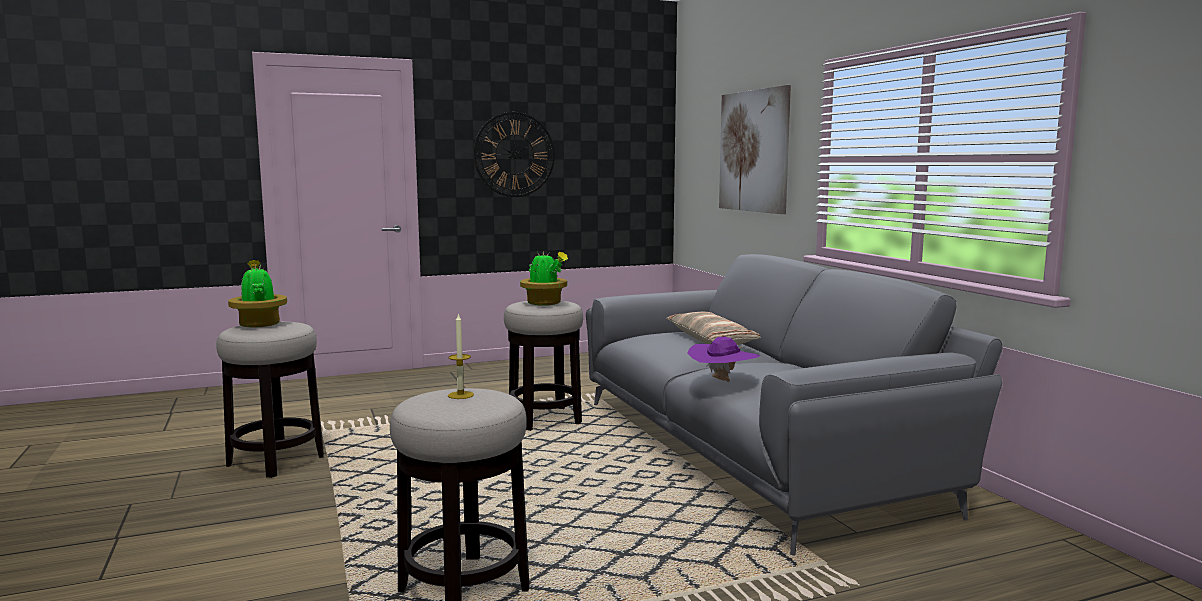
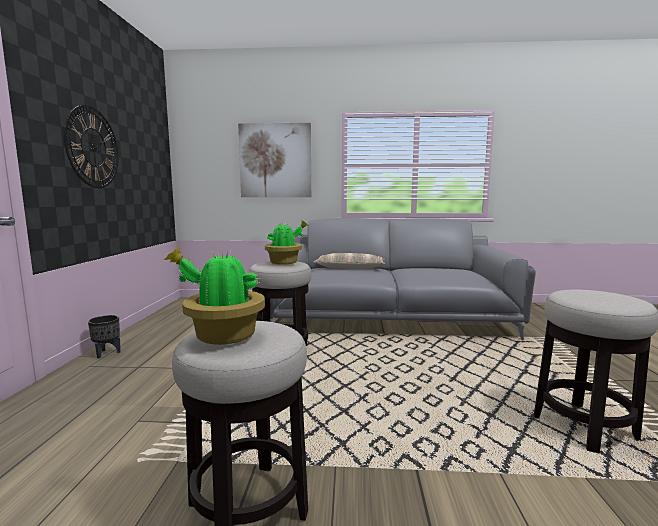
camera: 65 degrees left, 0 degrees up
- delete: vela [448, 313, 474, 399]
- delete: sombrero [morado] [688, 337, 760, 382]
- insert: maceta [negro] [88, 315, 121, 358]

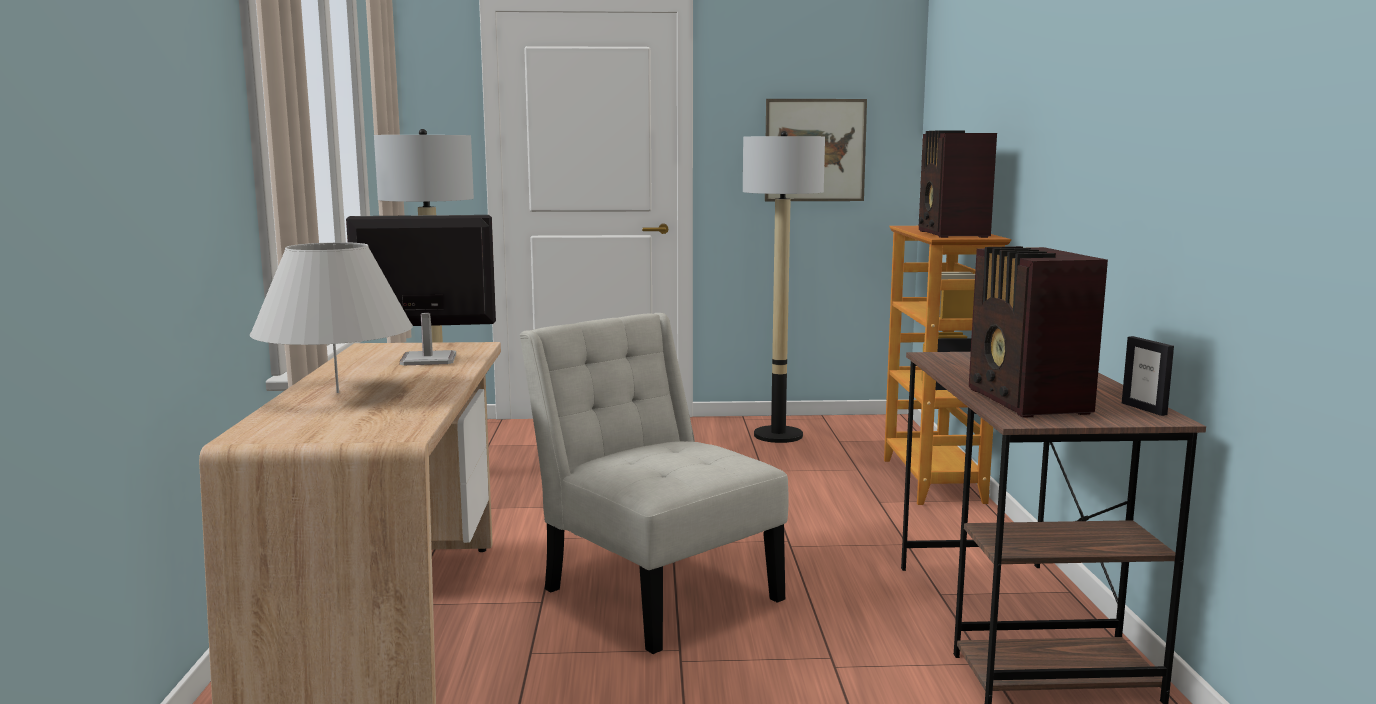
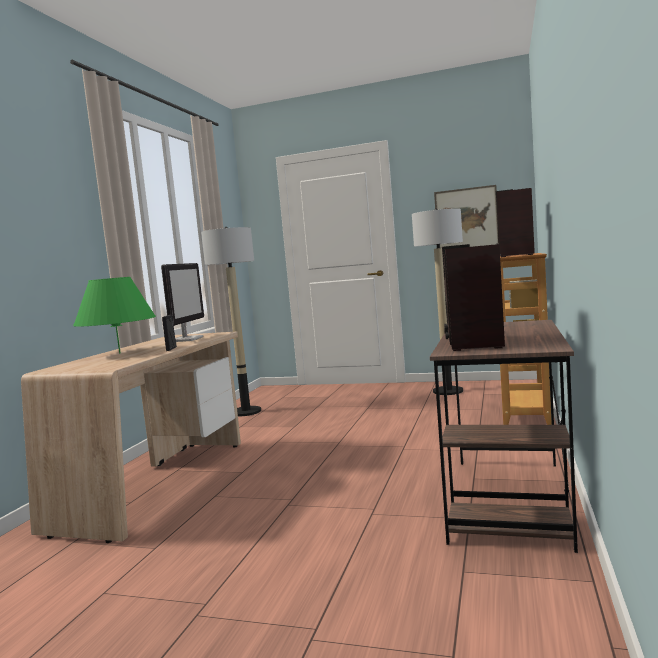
camera: 20 degrees right, 5 degrees down
- recolor: lámpara de mesa [blanco] [250, 242, 413, 393] to lámpara de mesa [verde] [73, 277, 156, 353]
- rotate: monitor [346, 215, 496, 365] = [161, 263, 204, 342] 90 degrees clockwise
- delete: silla [blanco] [520, 313, 789, 654]
- move: portarretratos [1122, 336, 1174, 416] to [162, 315, 177, 351]

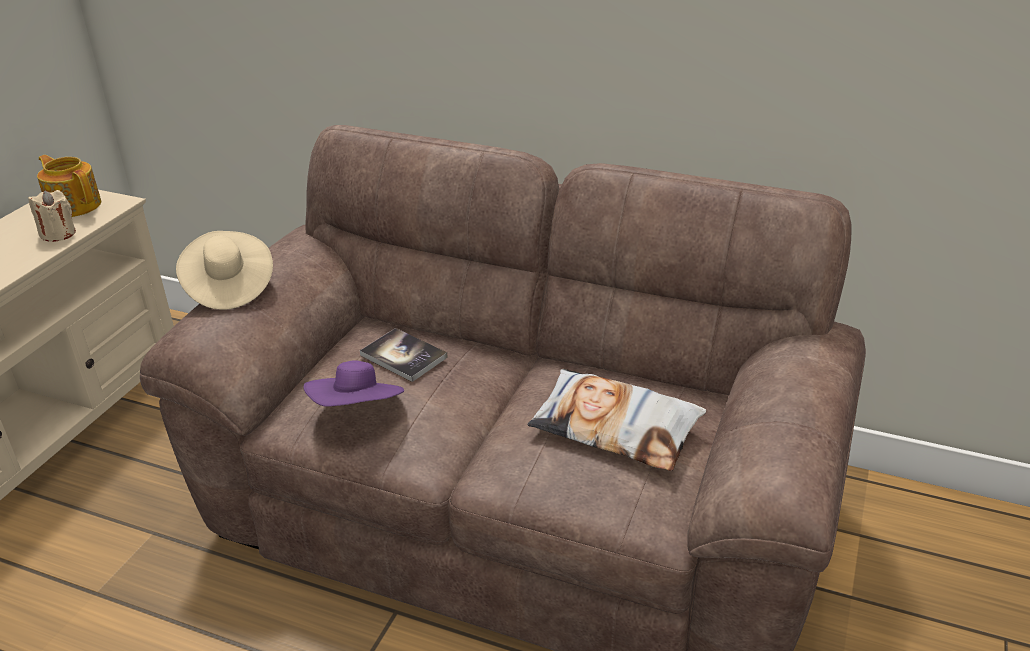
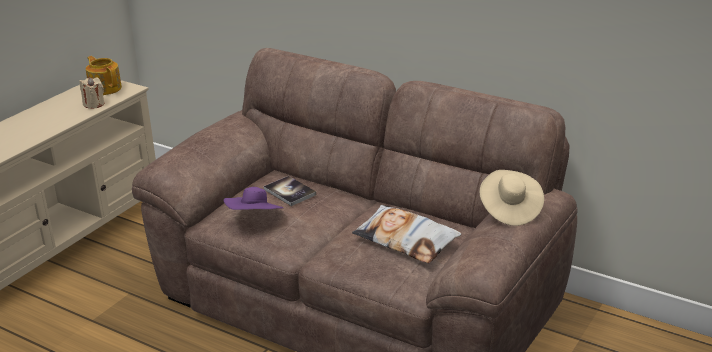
camera: 10 degrees right, 5 degrees down
- move: sombrero [beis] [176, 231, 273, 310] to [480, 170, 544, 226]

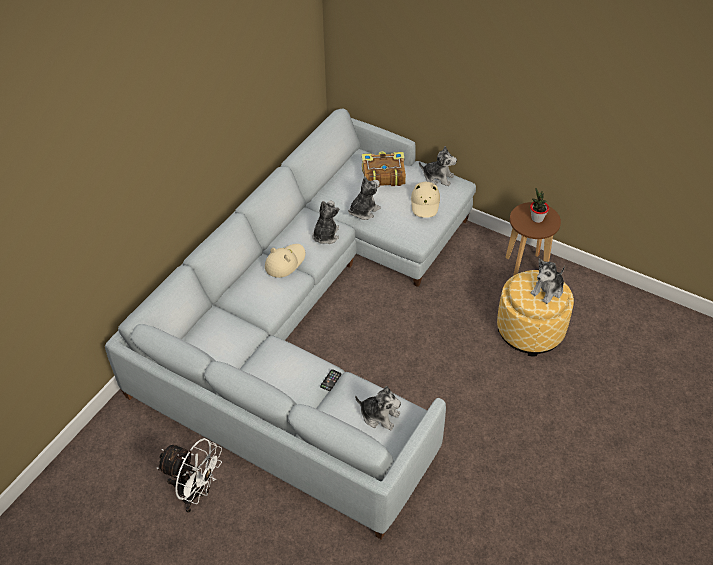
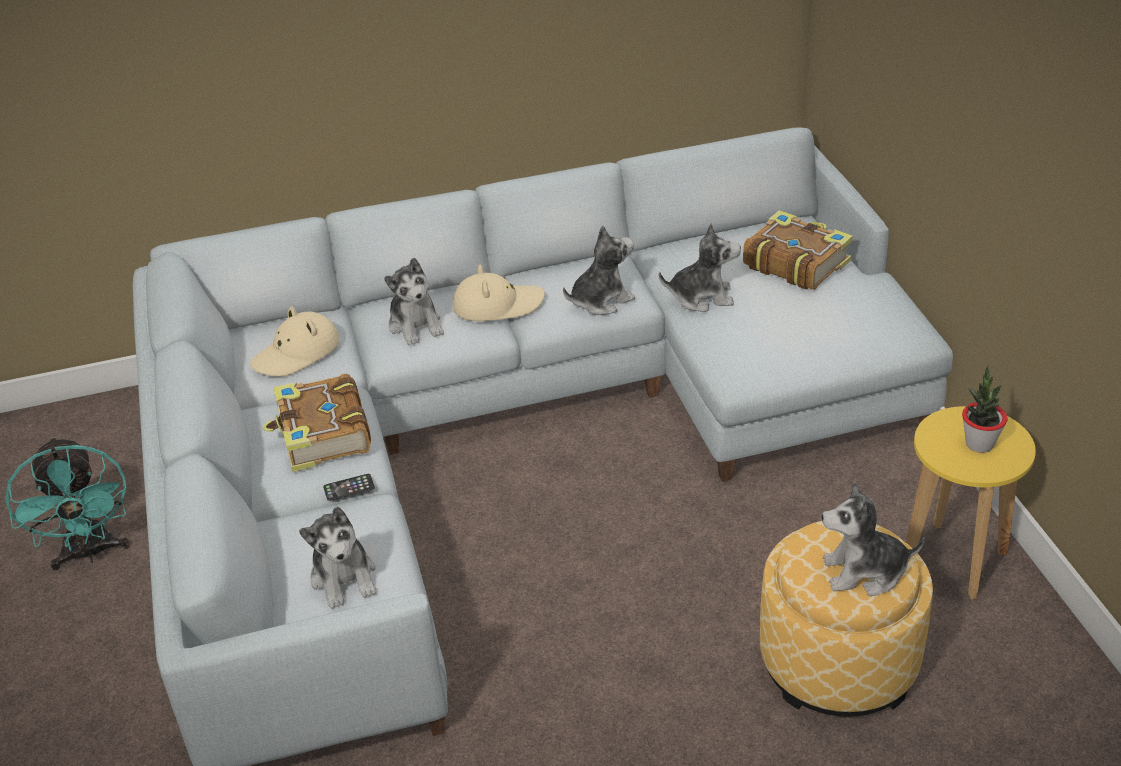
camera: 45 degrees right, 10 degrees down
- recolor: ventilador [blanco] [157, 438, 222, 513] to ventilador [turquesa] [5, 437, 130, 570]
- move: sombrero [beis] [411, 182, 440, 218] to [250, 307, 340, 377]
- move: peluche [419, 146, 457, 186] to [384, 258, 444, 346]
- recolor: taburete [marrón] [505, 202, 561, 276] to taburete [amarillo] [906, 406, 1036, 600]
- insert: libro [263, 373, 371, 472]

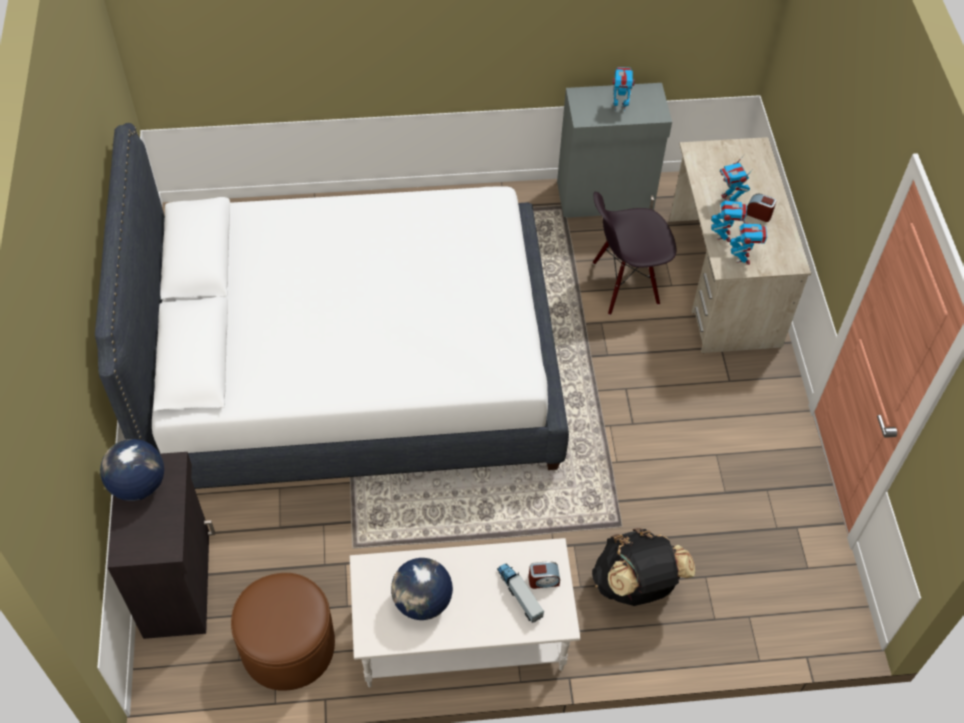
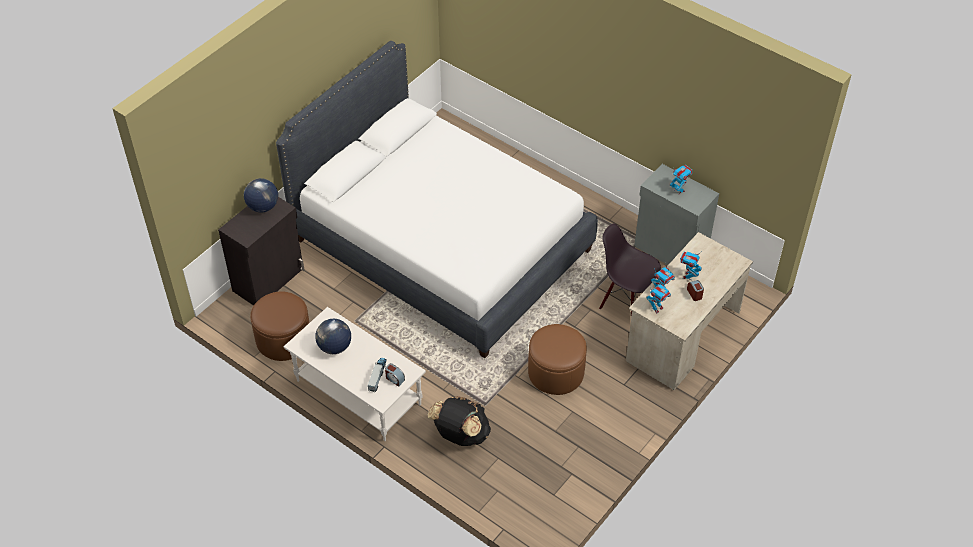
camera: 45 degrees right, 5 degrees down
- insert: puf [marrón] [528, 324, 587, 395]

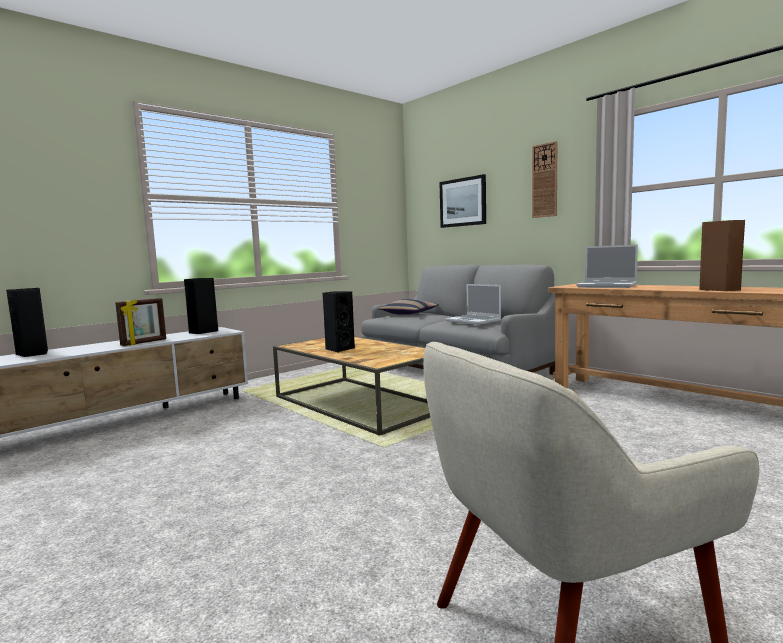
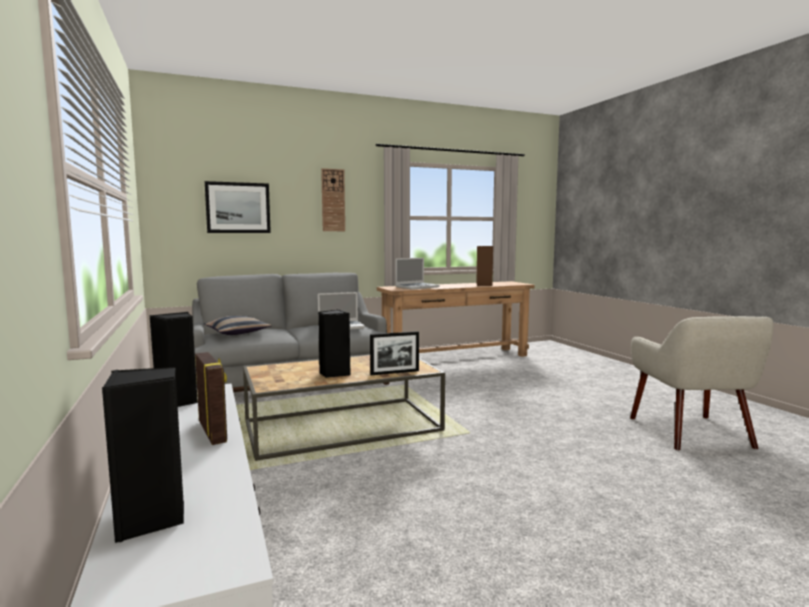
camera: 70 degrees left, 0 degrees up
- insert: portarretratos [370, 331, 419, 375]

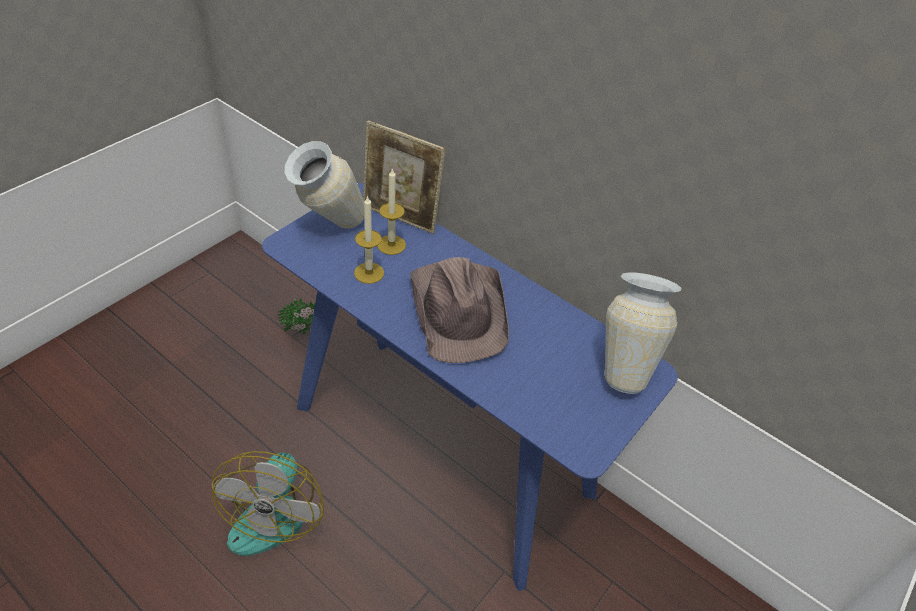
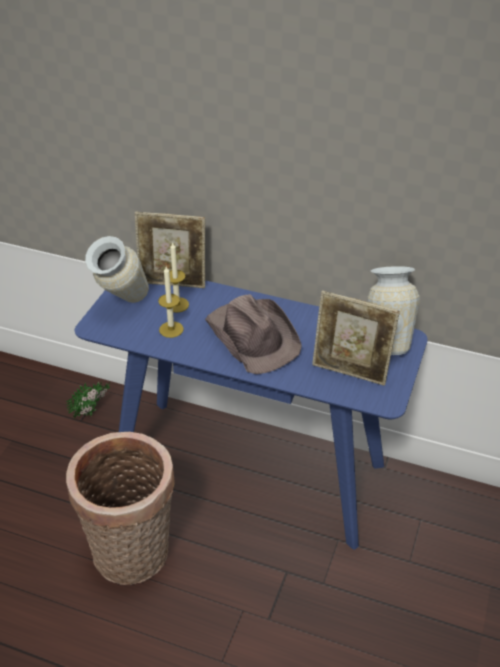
camera: 15 degrees left, 5 degrees down
- replace: ventilador [212, 451, 324, 556] to cesta [66, 432, 175, 585]
- insert: portarretratos [312, 290, 400, 386]

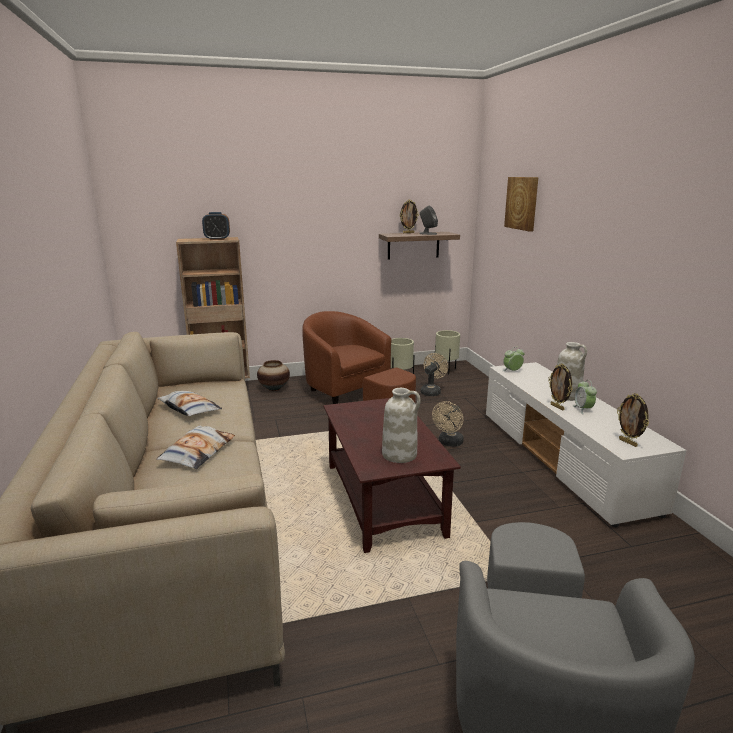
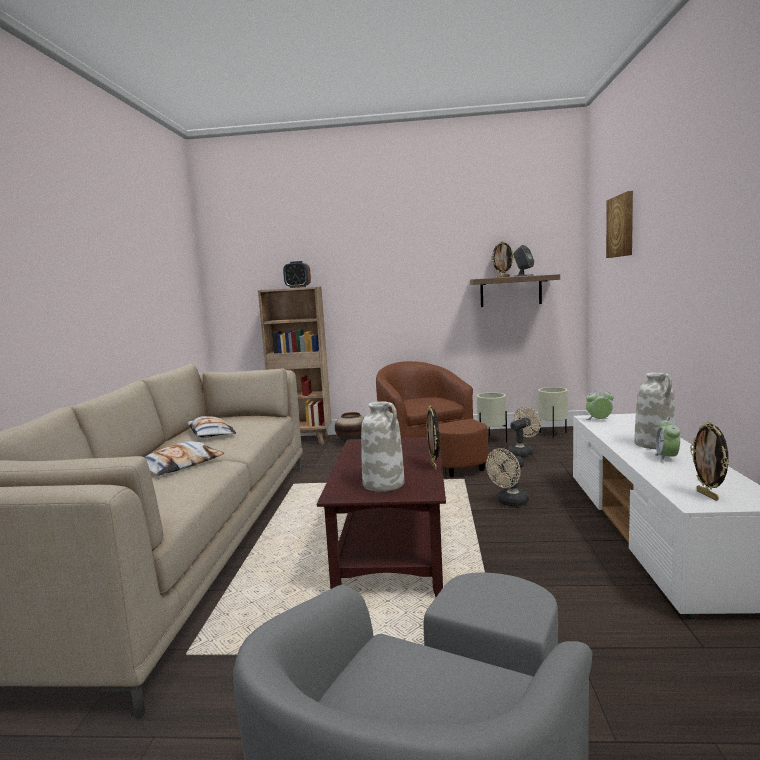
camera: 20 degrees right, 10 degrees down
- move: portarretratos [548, 363, 572, 410] to [426, 405, 440, 470]

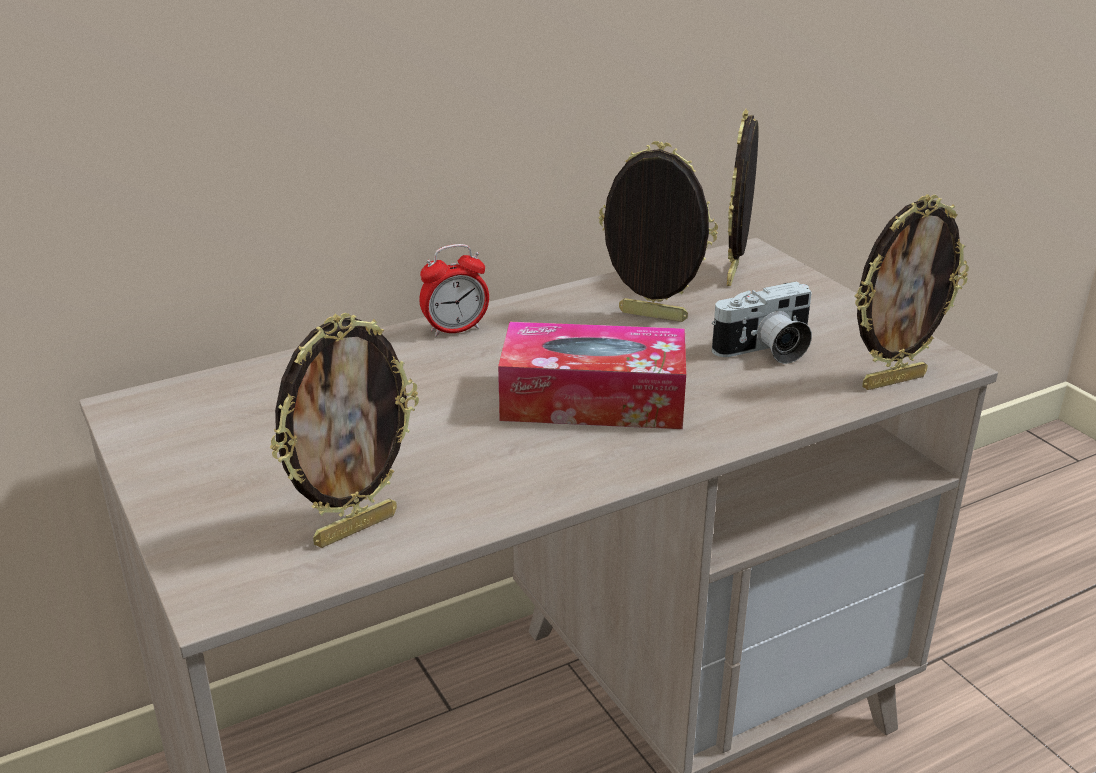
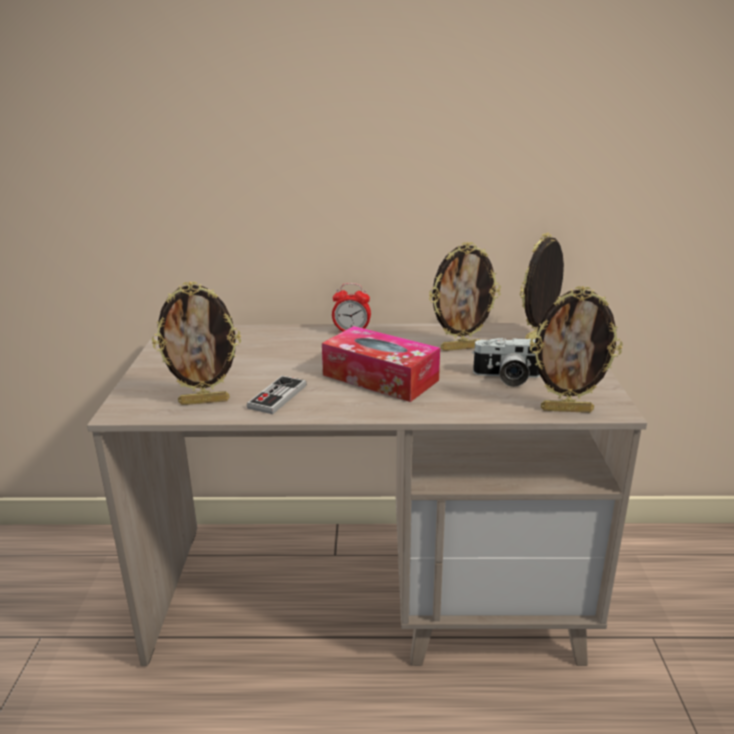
camera: 30 degrees right, 5 degrees down
- rotate: portarretratos [598, 141, 718, 322] = [429, 242, 501, 351] 120 degrees clockwise
- insert: mando de consola [247, 376, 306, 414]

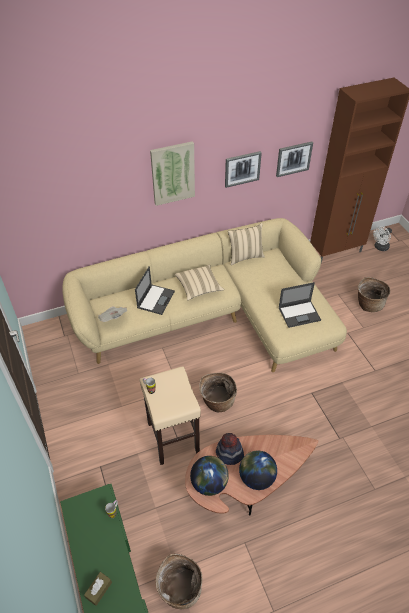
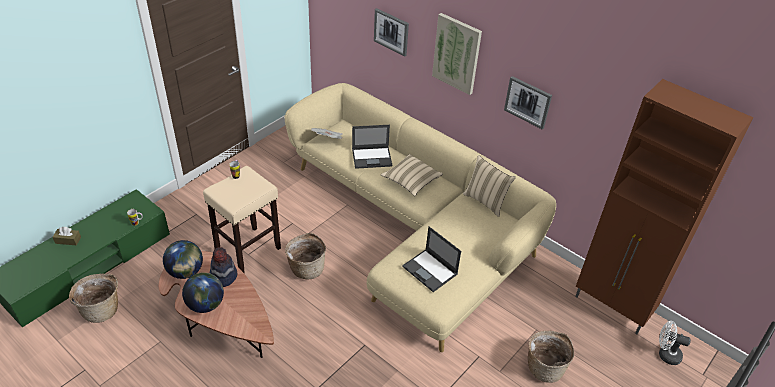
camera: 60 degrees right, 5 degrees down
- move: cuadro [276, 142, 313, 177] to [374, 8, 409, 57]

